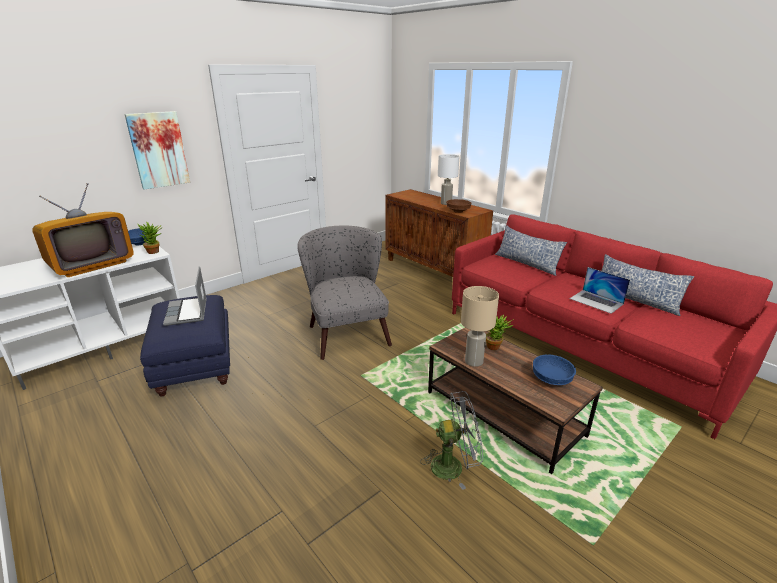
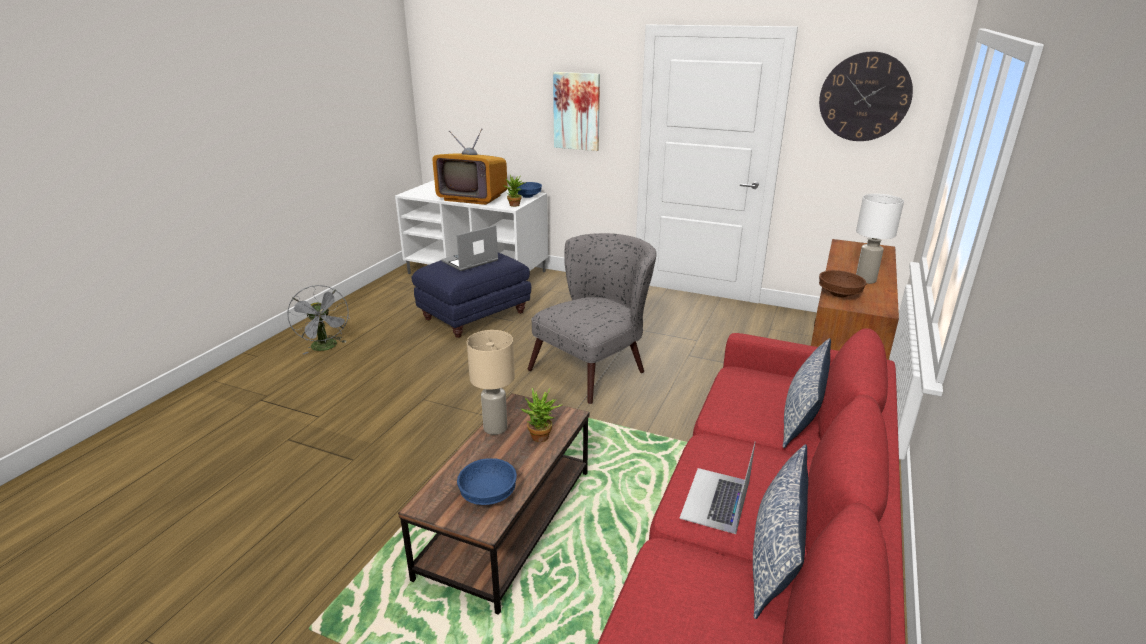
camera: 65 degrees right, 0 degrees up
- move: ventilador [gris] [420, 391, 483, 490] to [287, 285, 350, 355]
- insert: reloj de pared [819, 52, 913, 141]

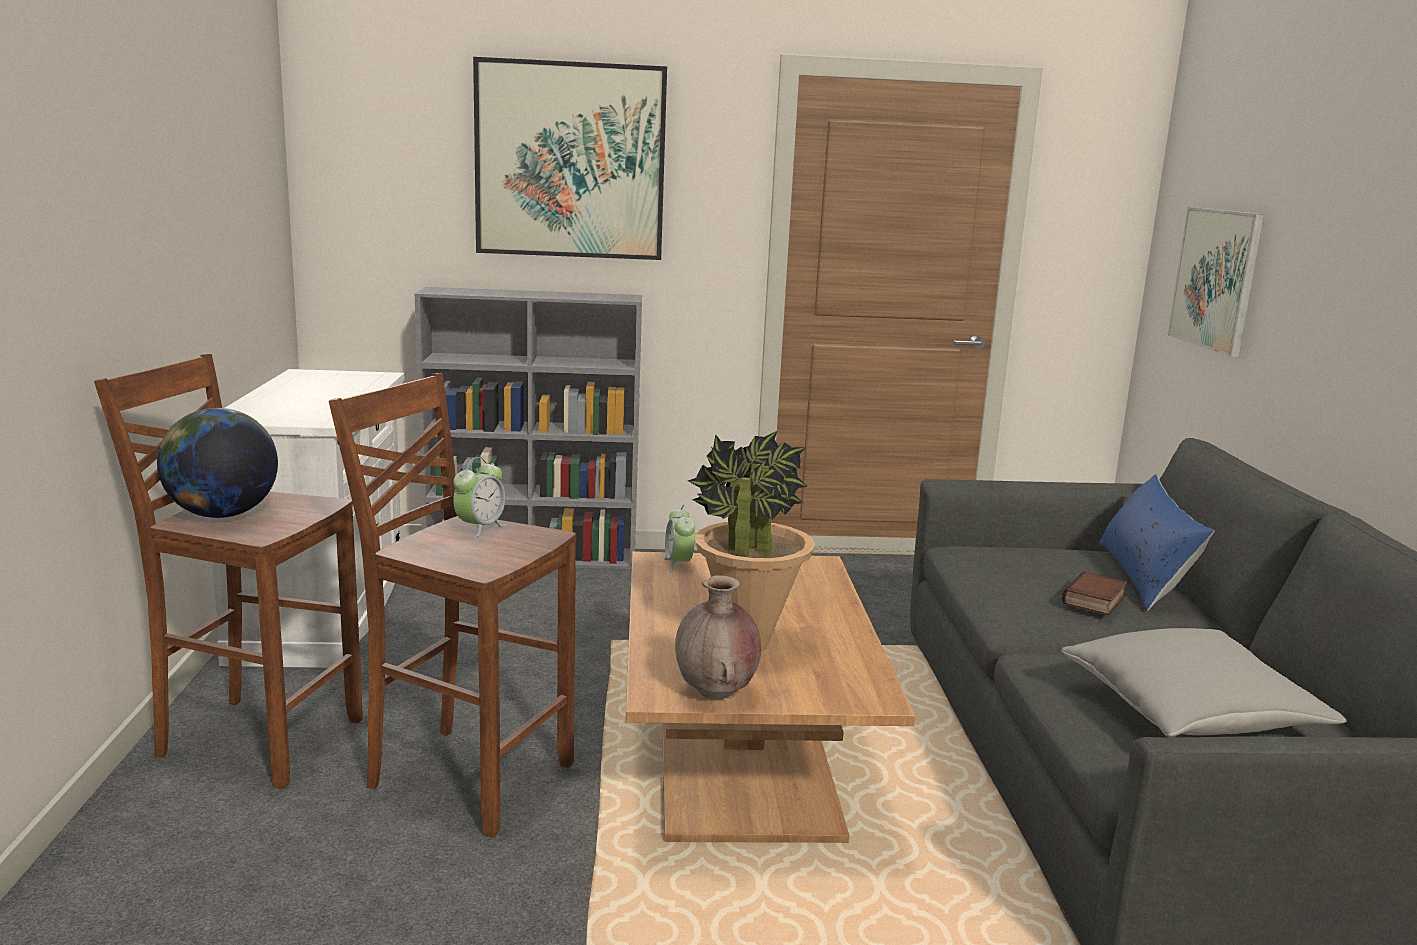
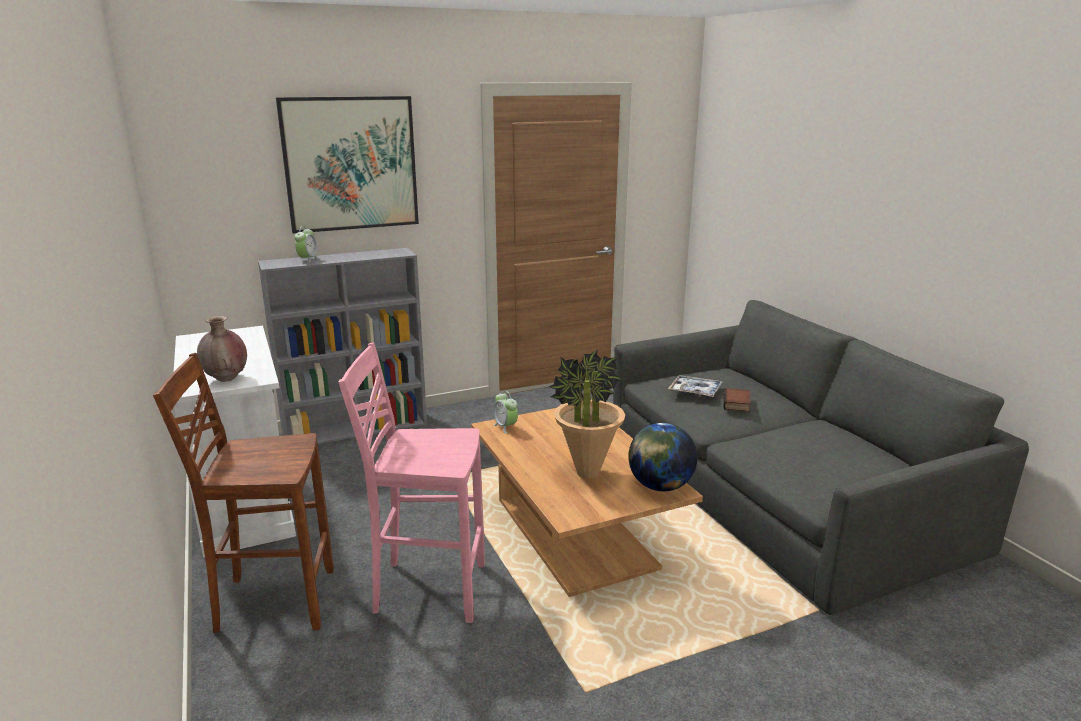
camera: 20 degrees left, 5 degrees up
- move: globo terráqueo [157, 408, 278, 518] to [628, 423, 697, 492]
- recolor: taburete [marrón] [329, 373, 576, 837] to taburete [rosa] [339, 343, 485, 623]
- move: despertador [453, 457, 507, 538] to [295, 226, 319, 263]
- move: florero [marrón] [675, 575, 761, 700] to [197, 316, 247, 382]
- delete: cojín [gris] [1061, 628, 1346, 737]
- delete: cojín [azul] [1099, 474, 1215, 611]
- delete: cuadro [1167, 207, 1264, 358]
- insert: bandeja [668, 375, 722, 397]

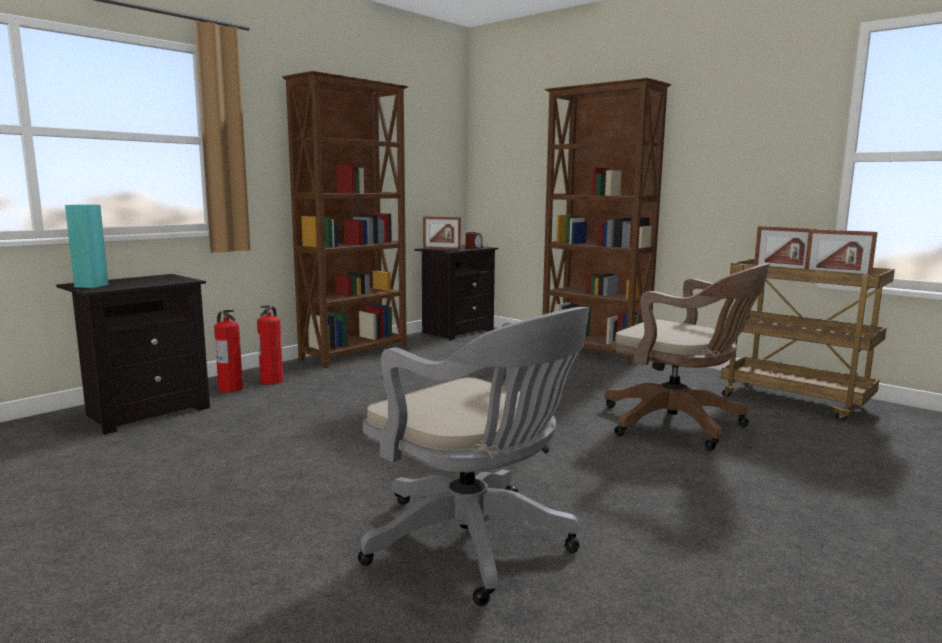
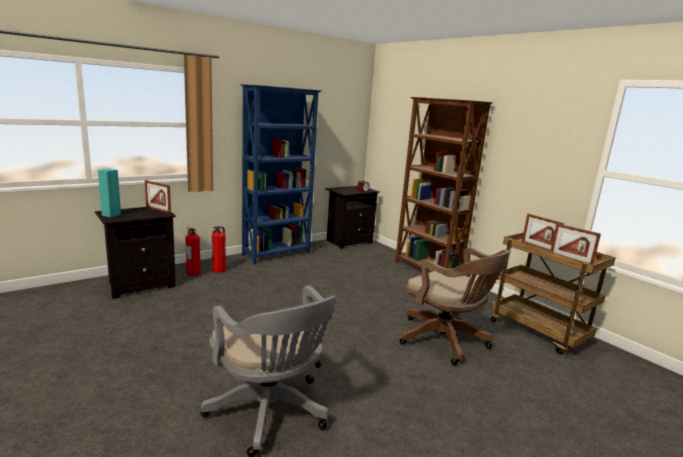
camera: 10 degrees right, 5 degrees up
- recolor: estantería [marrón] [282, 71, 409, 368] to estantería [azul] [240, 84, 322, 264]
- move: portarretratos [423, 216, 461, 250] to [145, 180, 171, 213]

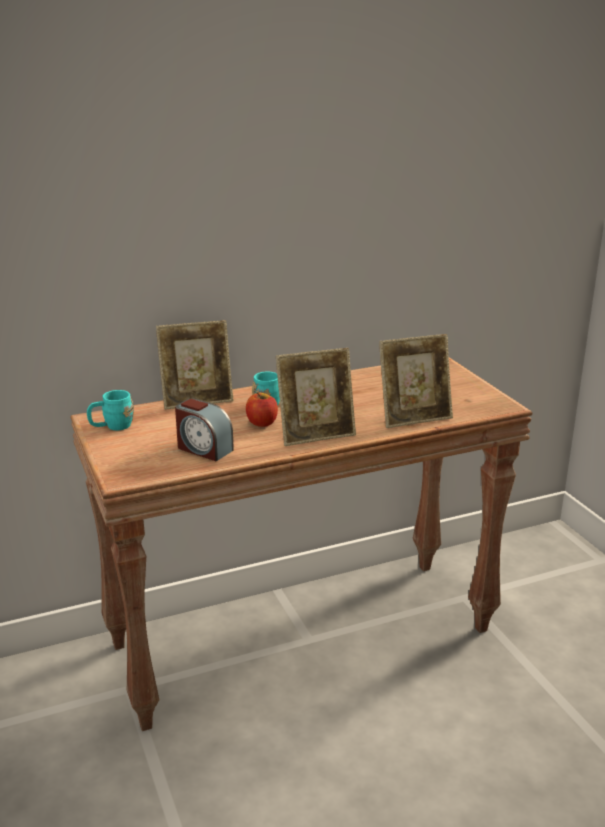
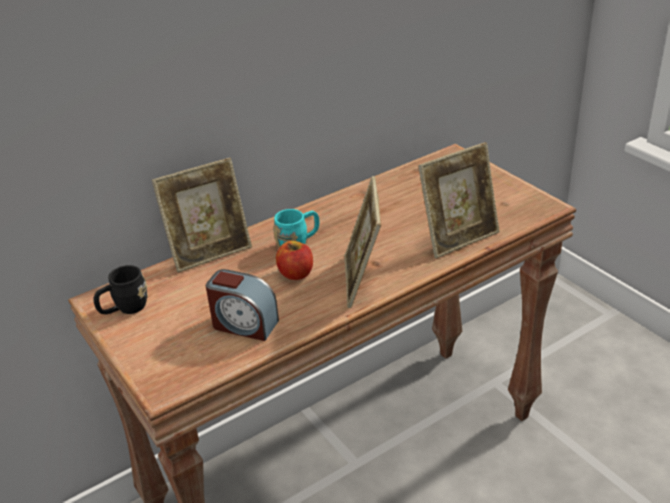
camera: 10 degrees left, 10 degrees up
- recolor: taza grande [turquesa] [87, 390, 134, 430] to taza grande [negro] [94, 265, 148, 314]
- rotate: portarretratos [276, 348, 356, 446] = [344, 176, 381, 308] 120 degrees clockwise

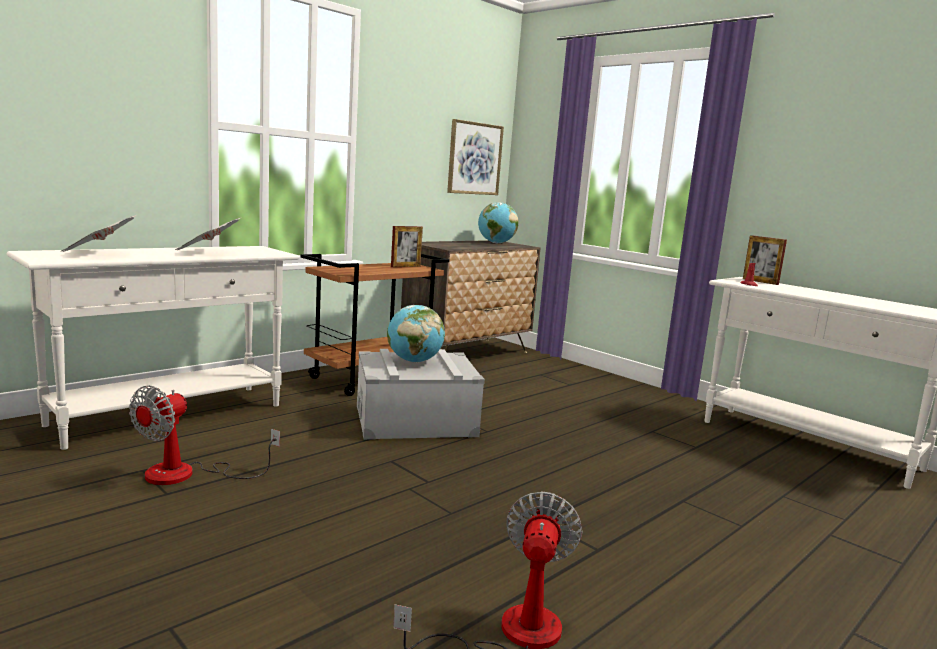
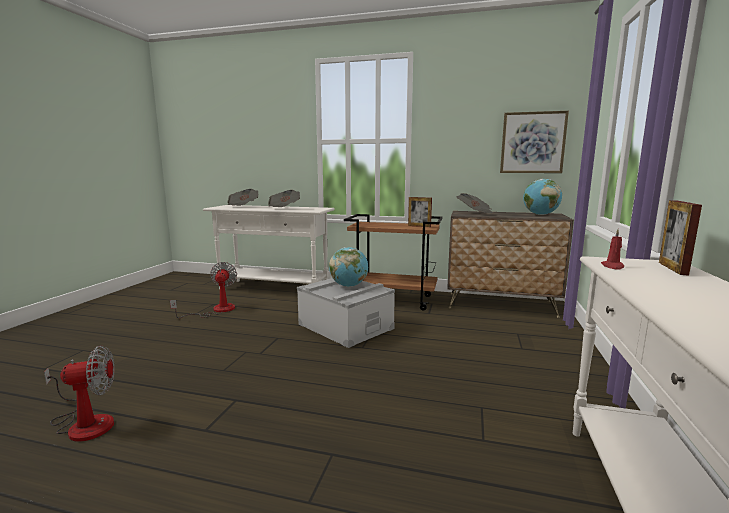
camera: 60 degrees right, 0 degrees up
- rotate: ventilador [129, 385, 280, 485] = [170, 262, 237, 318] 90 degrees clockwise
- insert: periódico [457, 193, 493, 213]

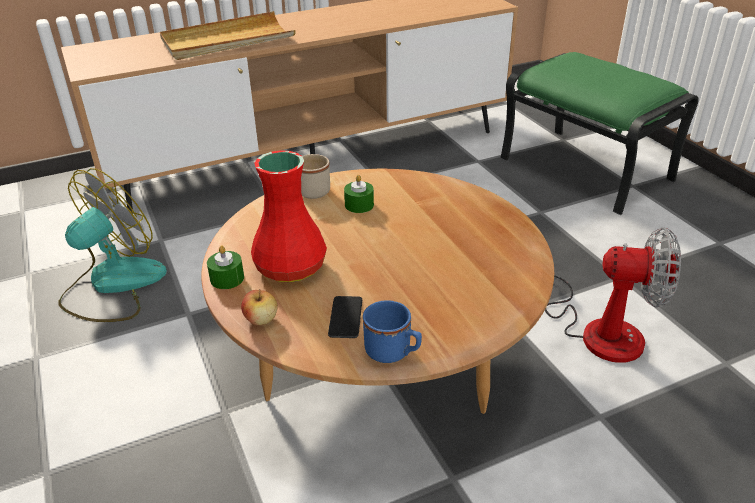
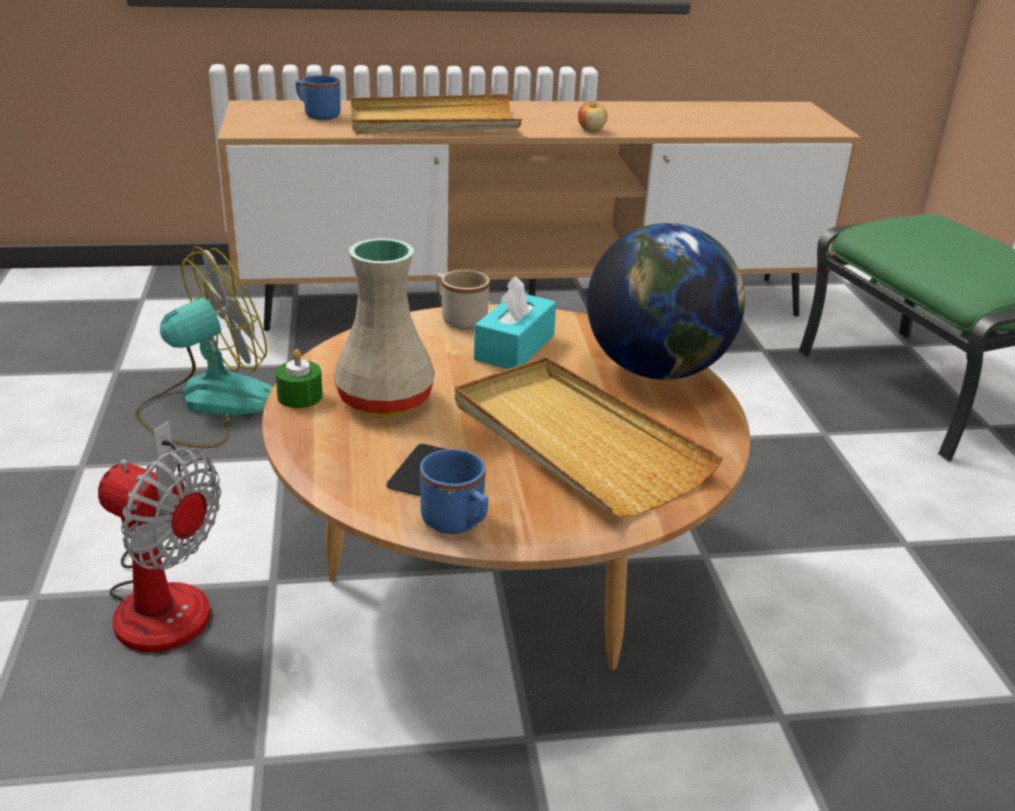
camera: 15 degrees right, 5 degrees down
- move: manzana [241, 289, 278, 325] to [578, 102, 607, 131]
- recolor: florero [rojo] [251, 150, 327, 282] to florero [beis] [333, 238, 435, 417]
- replace: vela [verde] [344, 174, 374, 213] to caja de pañuelos [turquesa] [474, 275, 556, 369]
- move: ventilador [545, 227, 681, 363] to [98, 421, 221, 652]
- insert: taza grande [azul] [296, 75, 341, 120]
- insert: bandeja [beis] [455, 357, 723, 517]
- insert: globo terráqueo [587, 223, 745, 380]

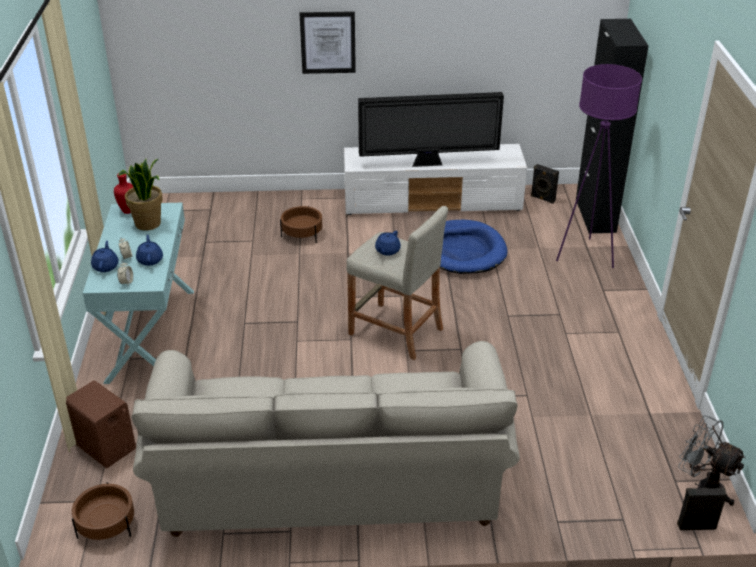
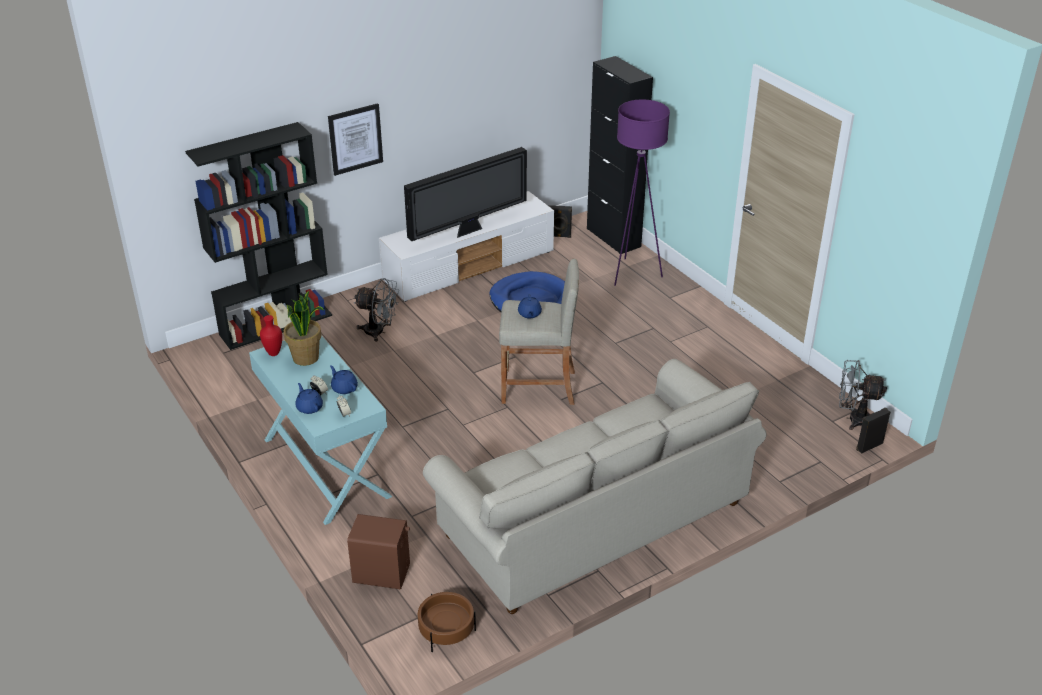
camera: 30 degrees left, 0 degrees up
- replace: maceta [marrón] [280, 206, 322, 243] to ventilador [gris] [354, 278, 399, 342]
- insert: estantería [negro] [185, 122, 332, 350]

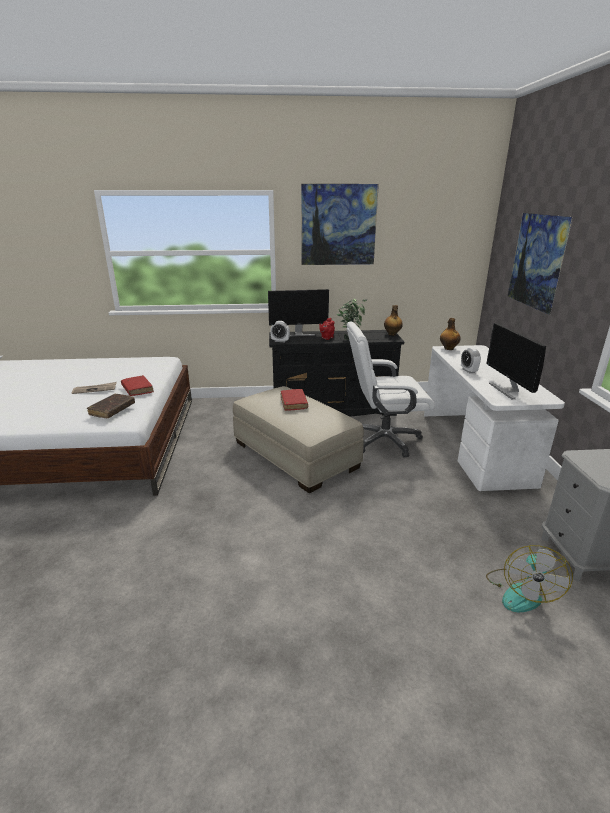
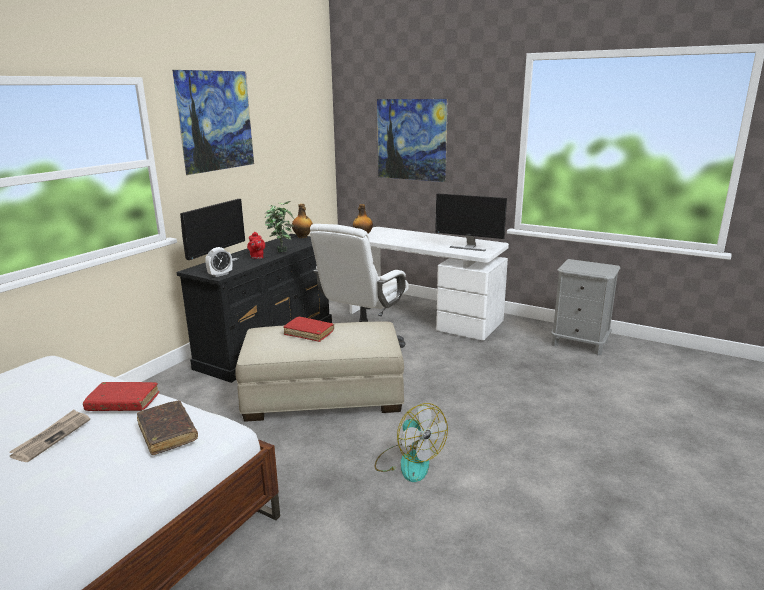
camera: 55 degrees left, 5 degrees down
- delete: despertador [461, 348, 481, 373]
- move: ventilador [486, 545, 573, 612] to [375, 403, 448, 482]

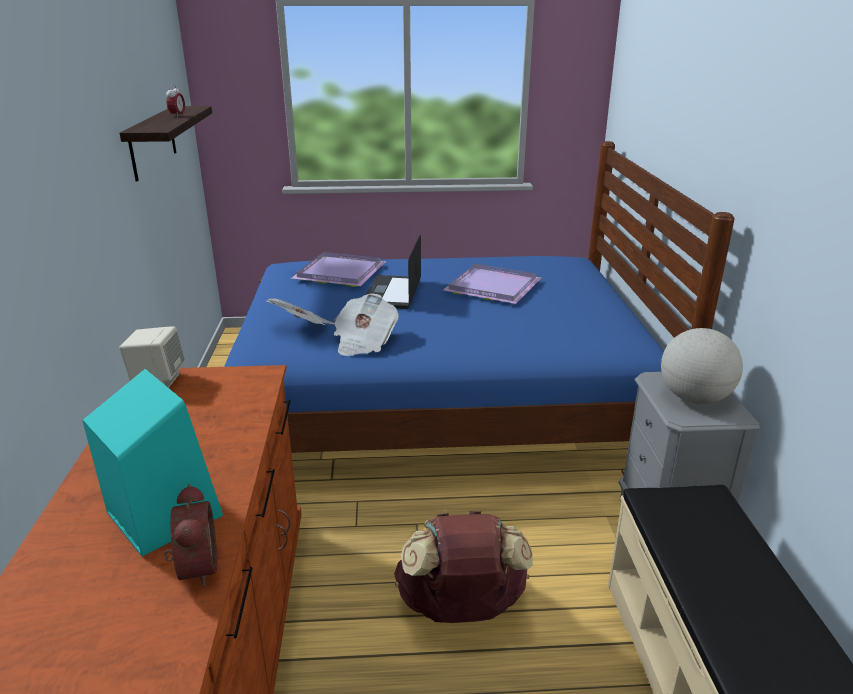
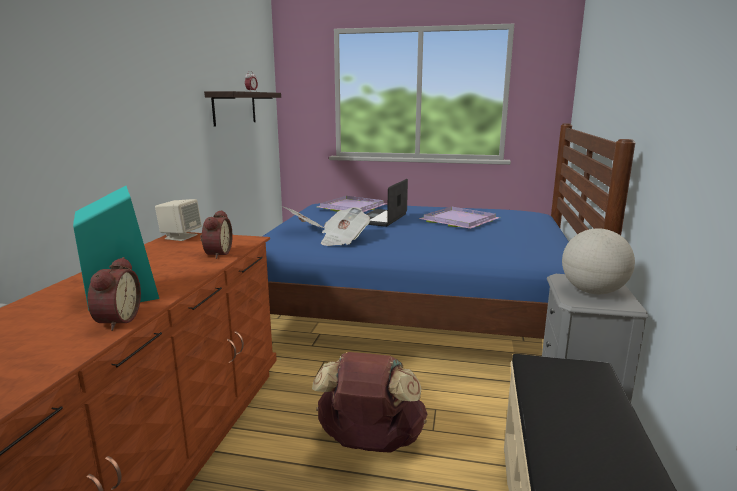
camera: 15 degrees right, 10 degrees down
- insert: despertador [200, 210, 233, 259]

